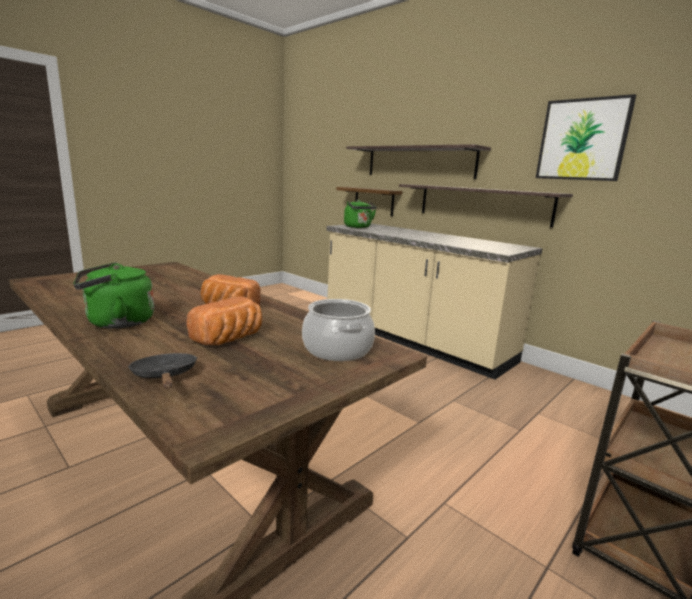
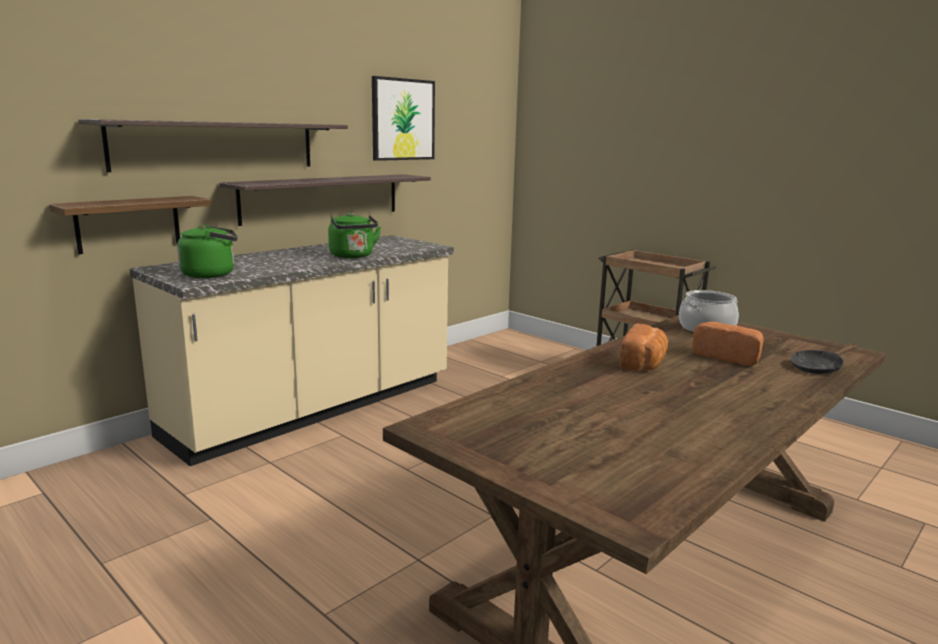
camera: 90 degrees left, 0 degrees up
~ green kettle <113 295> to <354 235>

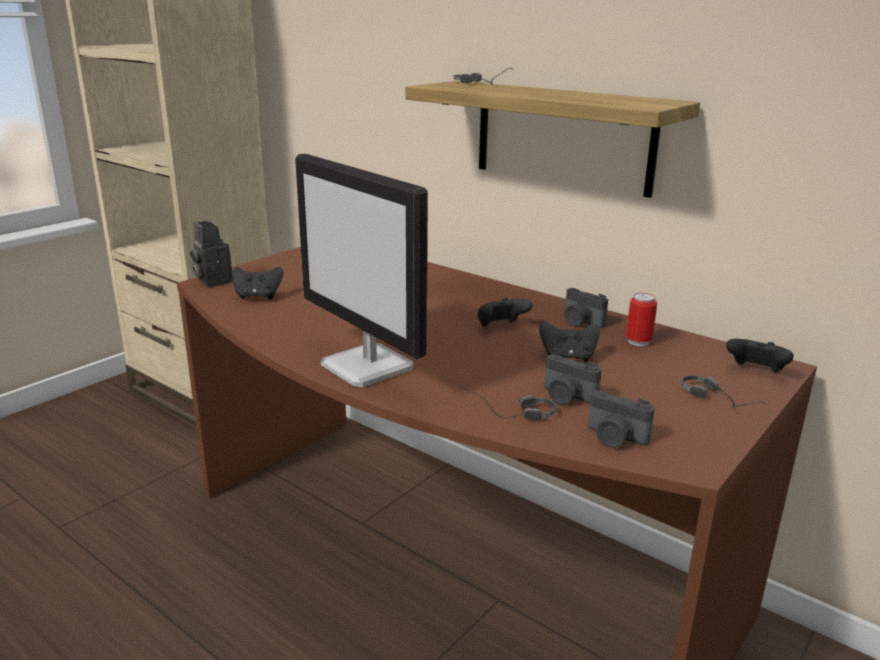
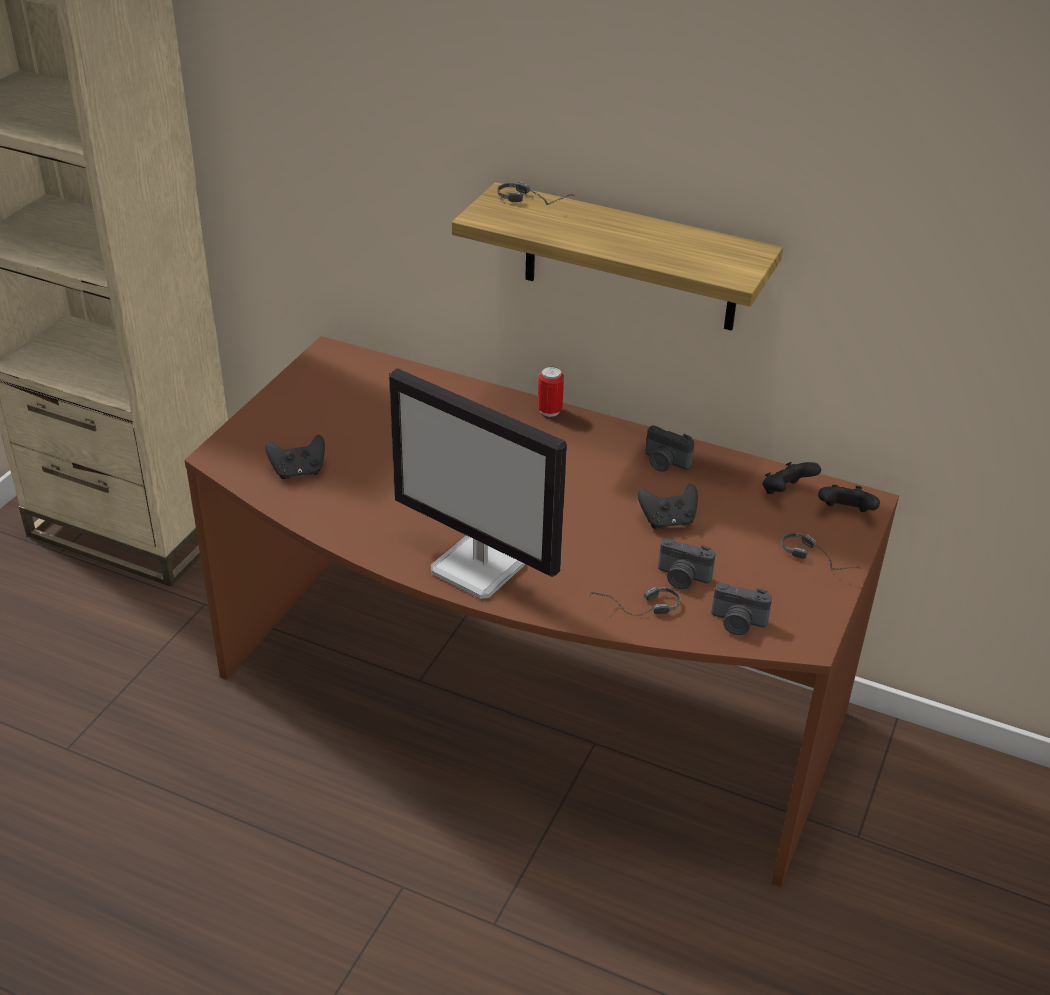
camera: 15 degrees left, 15 degrees up
- photo camera <211 254>
~ black game controller <505 312> to <791 478>
~ can <641 319> to <551 391>

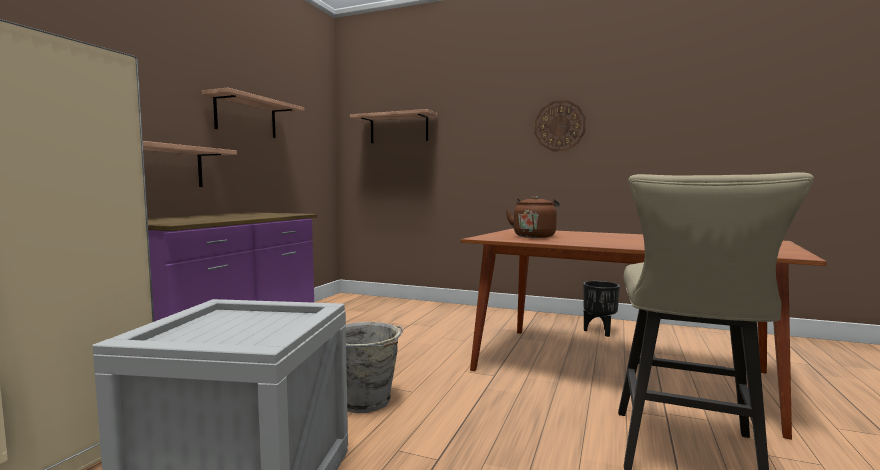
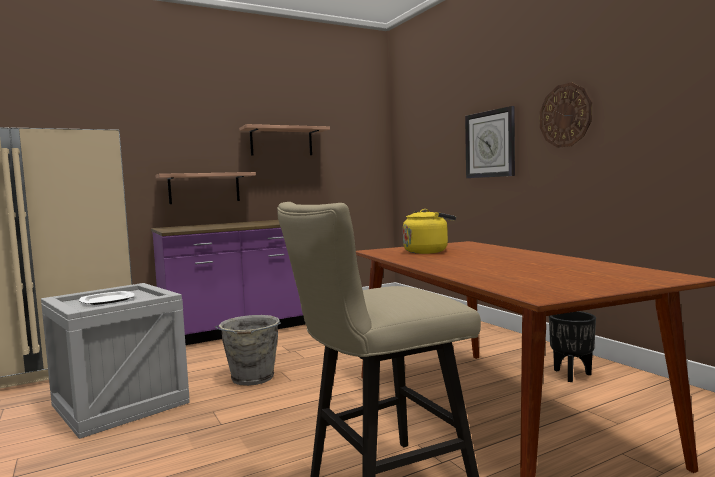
camera: 40 degrees right, 0 degrees up
- shelf <394 126>
+ plate <107 298>
+ wall clock <490 142>
~ brown kettle <533 217> to yellow kettle <429 231>

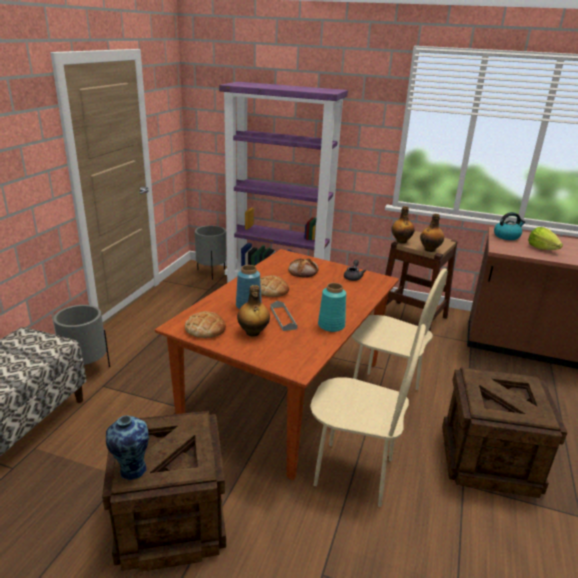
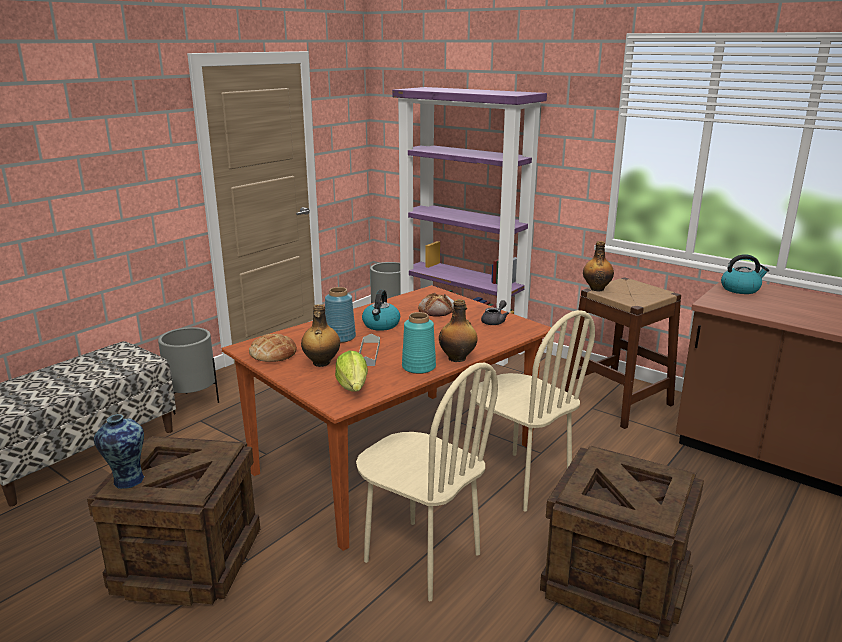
camera: 20 degrees right, 5 degrees down
~ bottle <432 233> to <458 330>
~ lettuce <545 238> to <351 371>
~ bread <274 286> to kettle <381 310>

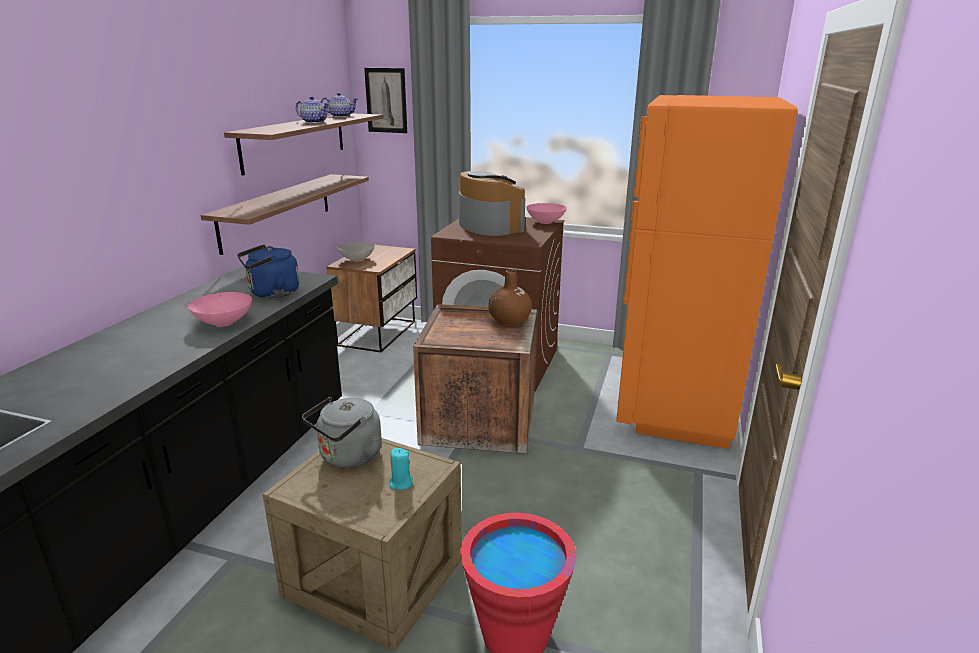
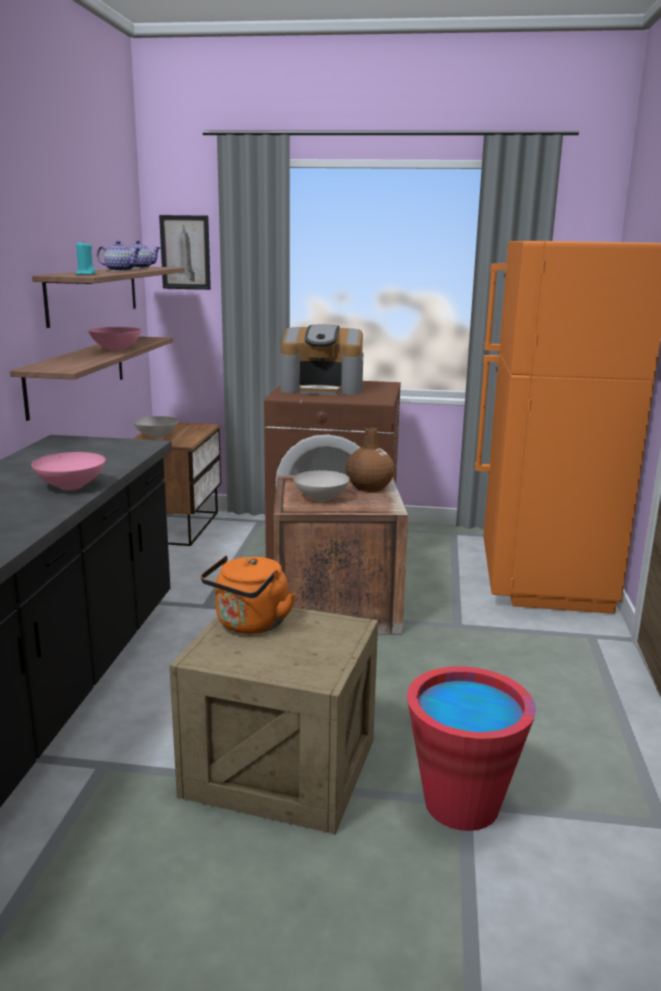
camera: 10 degrees left, 5 degrees down
- blue kettle <268 271>
+ white bowl <321 485>
~ turquoise candle <401 469> to <86 258>
~ pink bowl <546 213> to <115 339>
~ grey kettle <342 432> to orange kettle <248 594>
~ coffee machine <492 203> = <321 360> 135 degrees clockwise

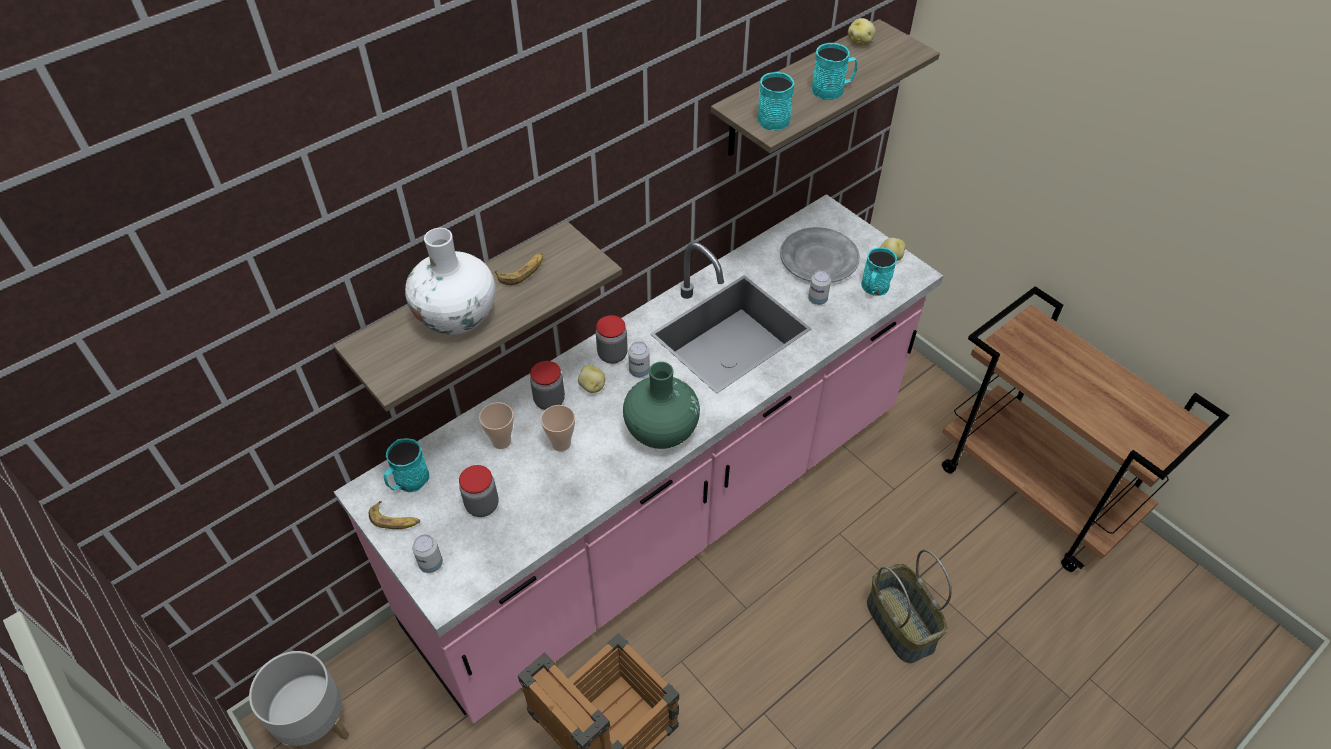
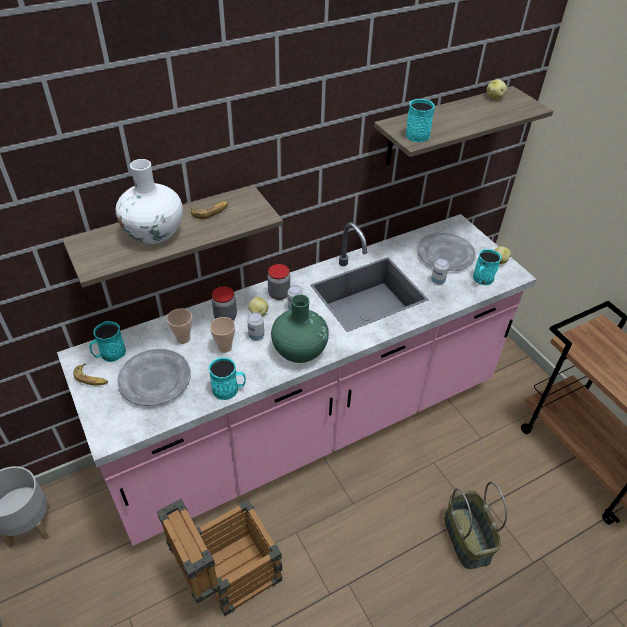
camera: 10 degrees right, 5 degrees down
~ can <427 553> to <255 326>
~ turquoise mug <834 71> to <227 378>
~ jar <479 491> to grey plate <154 377>

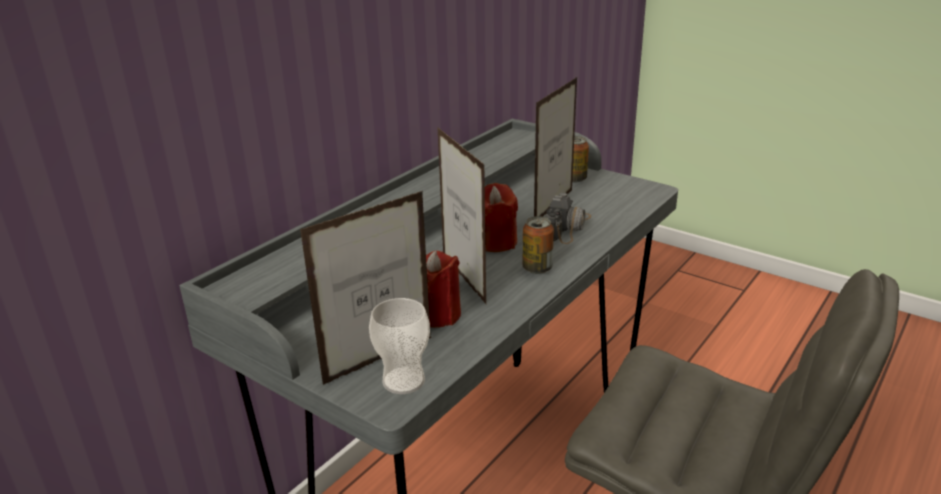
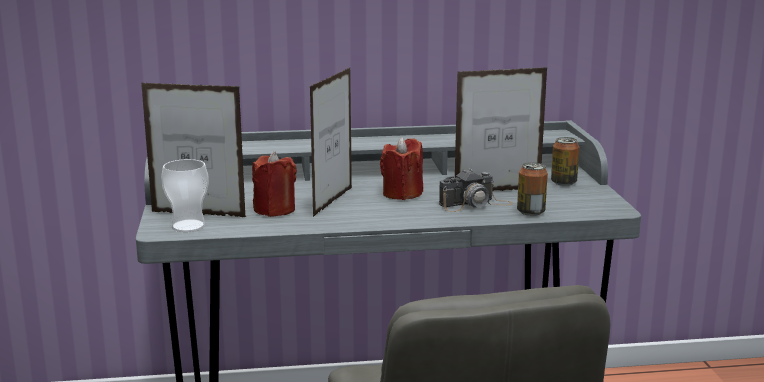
camera: 45 degrees right, 10 degrees down
~ can <538 245> to <532 189>

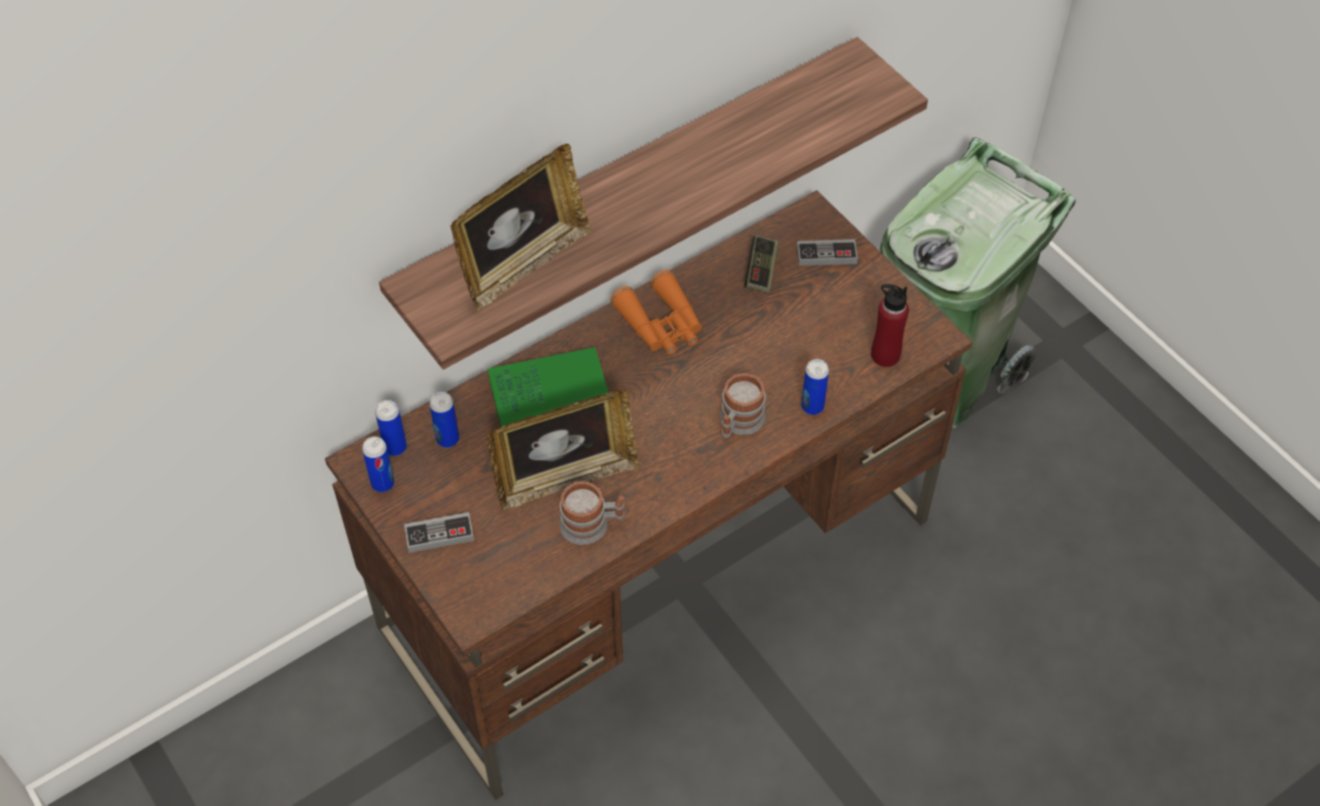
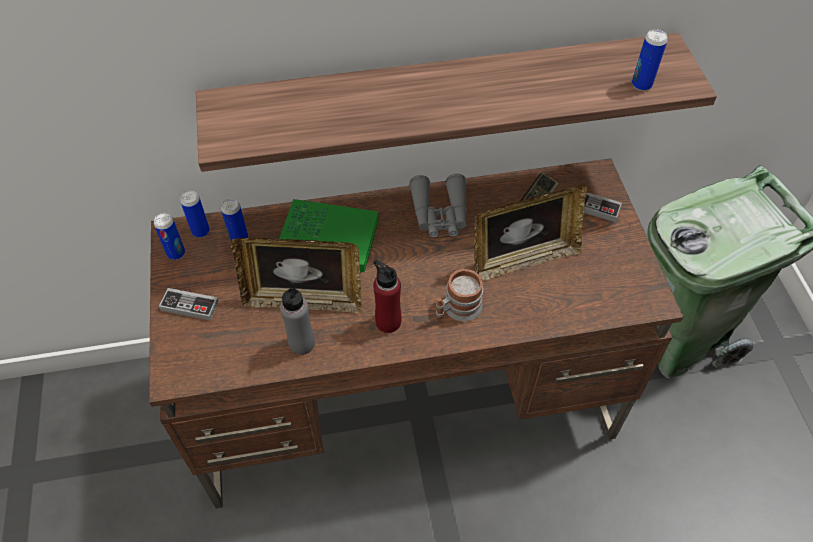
camera: 25 degrees right, 0 degrees up
~ picture frame <521 227> to <530 233>
~ can <815 387> to <649 60>
~ red bottle <890 325> to <387 296>
~ mug <592 513> to grey bottle <297 318>
~ orange binoculars <656 312> to grey binoculars <438 205>

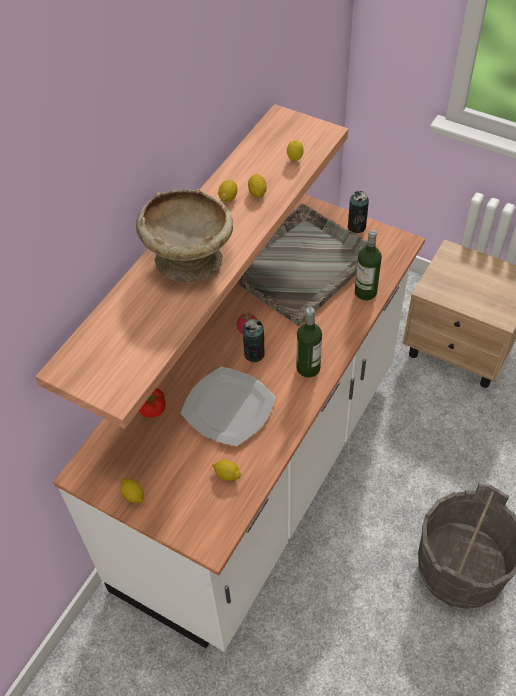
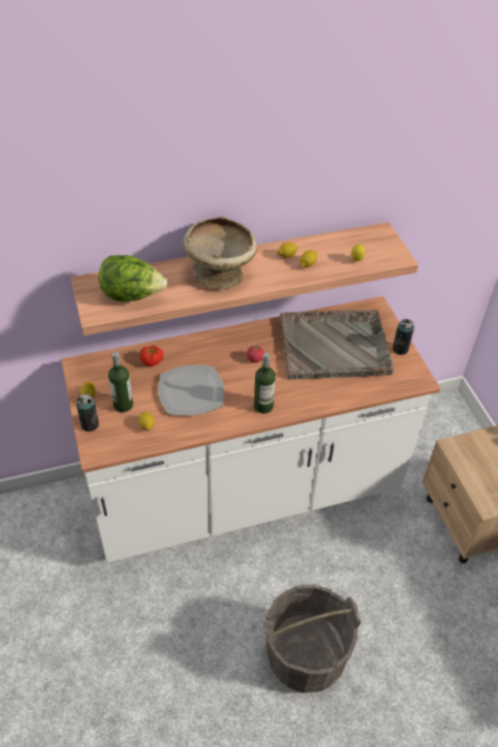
camera: 40 degrees right, 5 degrees down
+ lettuce <132 278>
~ can <254 340> to <87 413>
~ bottle <368 265> to <120 381>

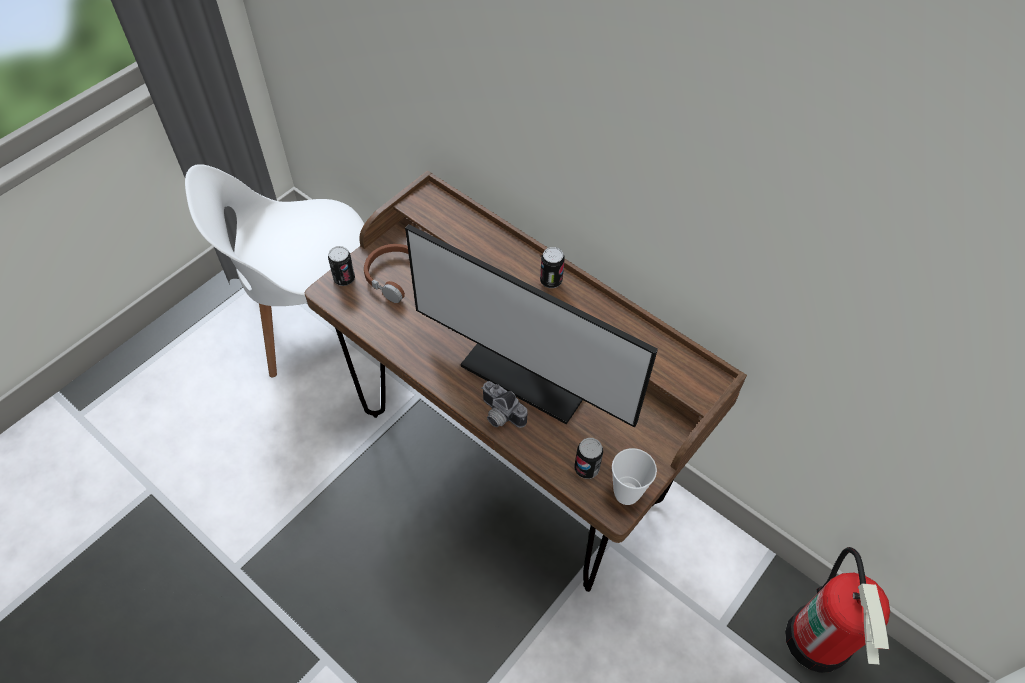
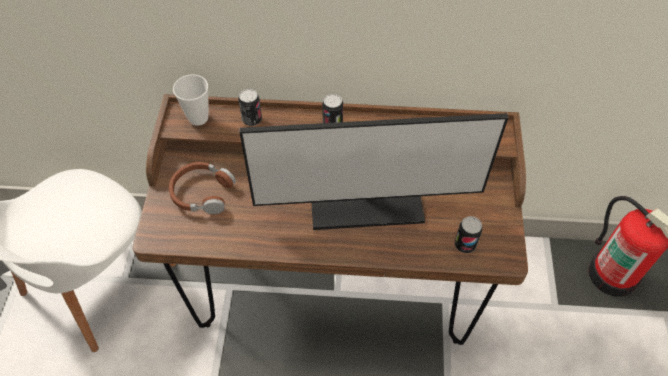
camera: 35 degrees left, 0 degrees up
- photo camera <504 404>
~ can <341 266> to <250 107>
~ cup <634 476> to <191 100>

